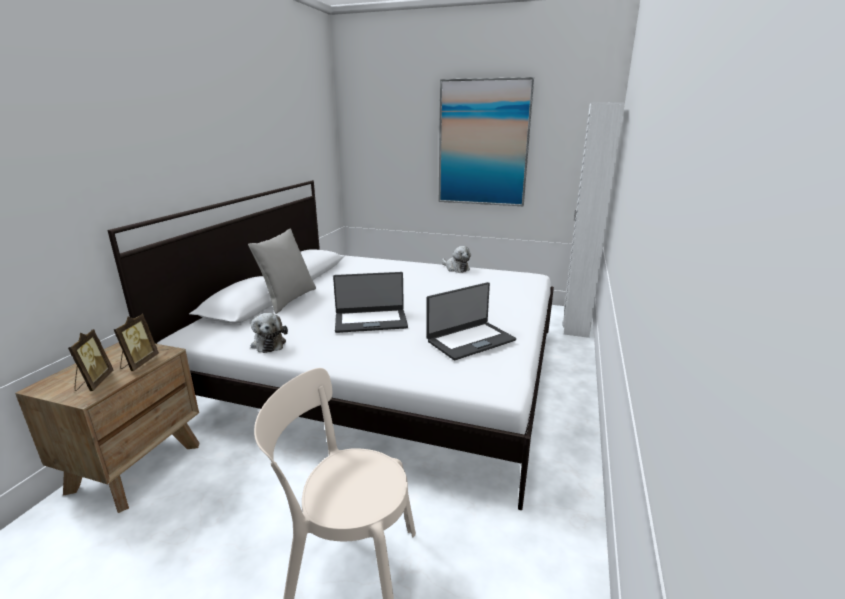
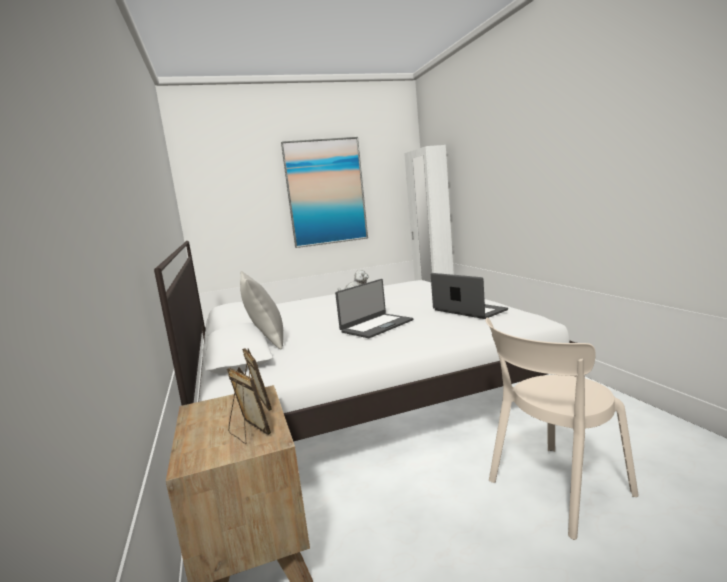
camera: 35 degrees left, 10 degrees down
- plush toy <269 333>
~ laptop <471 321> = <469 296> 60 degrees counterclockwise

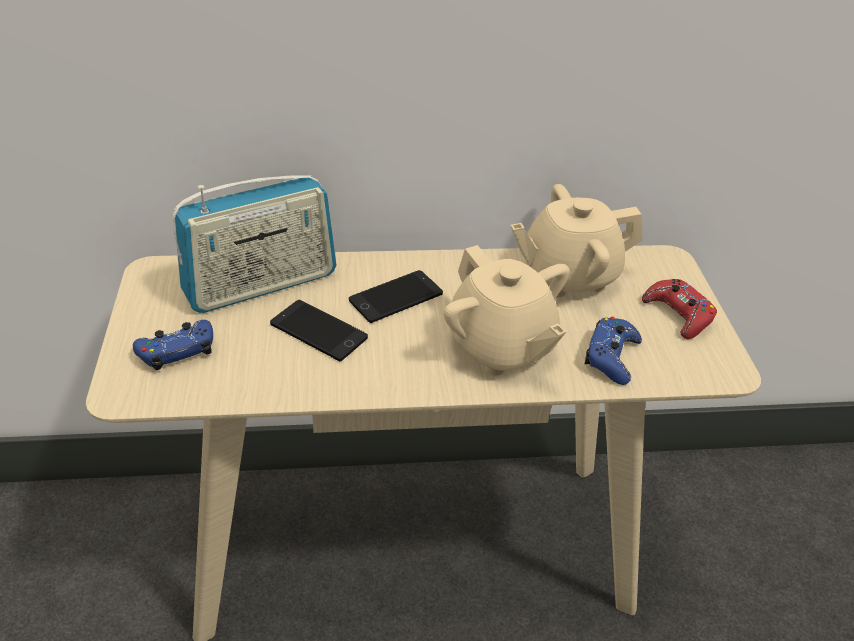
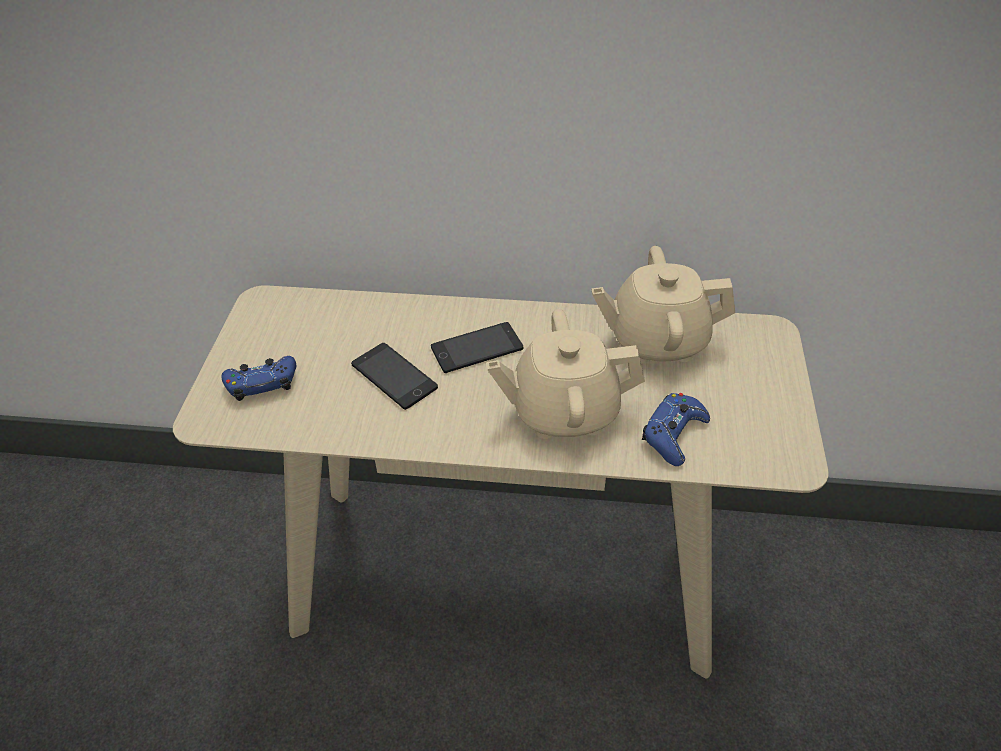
camera: 15 degrees right, 5 degrees up
- radio <254 244>
- red game controller <679 309>
~ beige teapot <507 310> = <565 374> 105 degrees clockwise

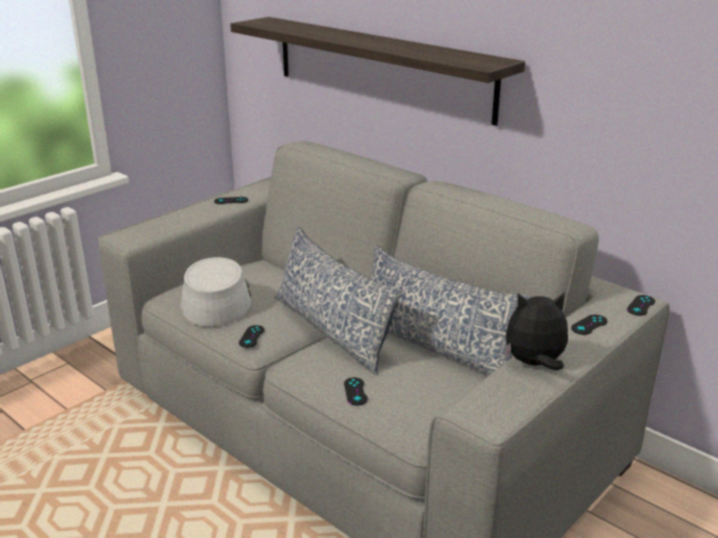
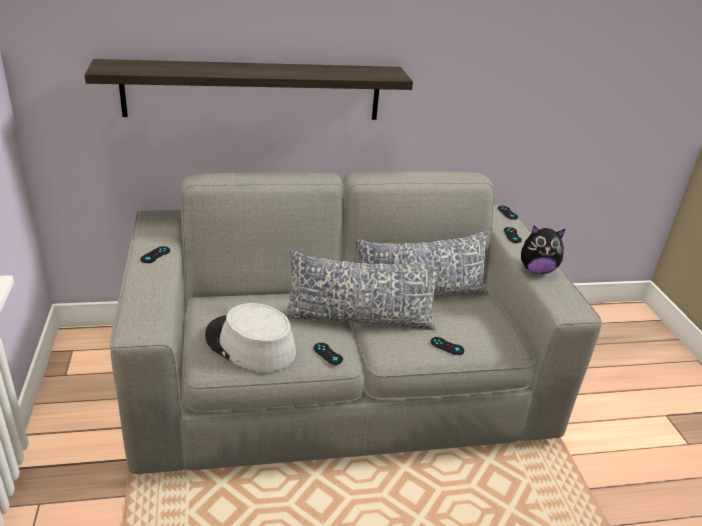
camera: 55 degrees left, 5 degrees up
~ plush toy <536 331> = <543 250> 120 degrees counterclockwise

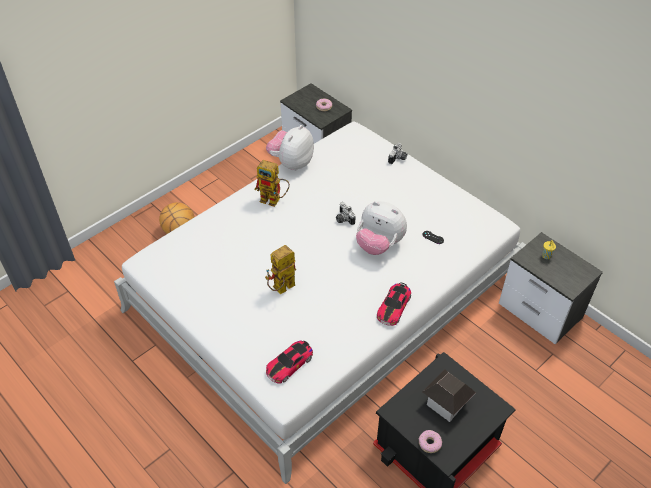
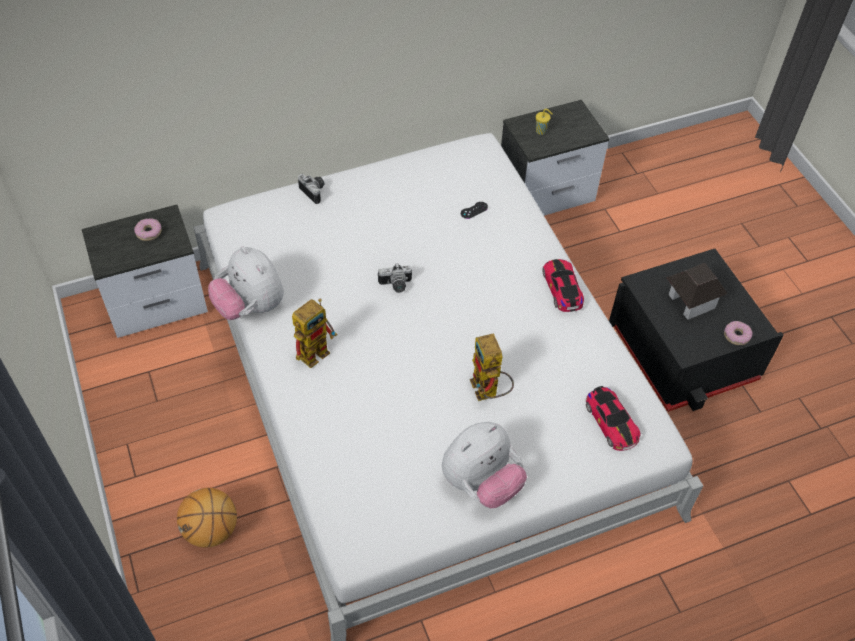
camera: 70 degrees left, 5 degrees up
~ plush toy <381 228> to <484 465>
~ toy car <394 304> = <563 285> 150 degrees counterclockwise

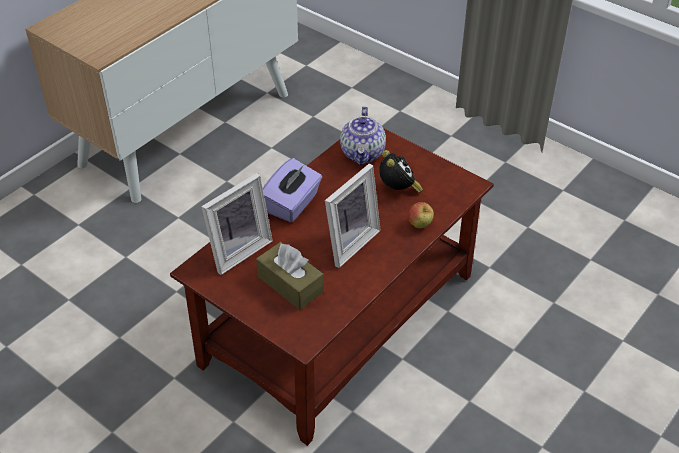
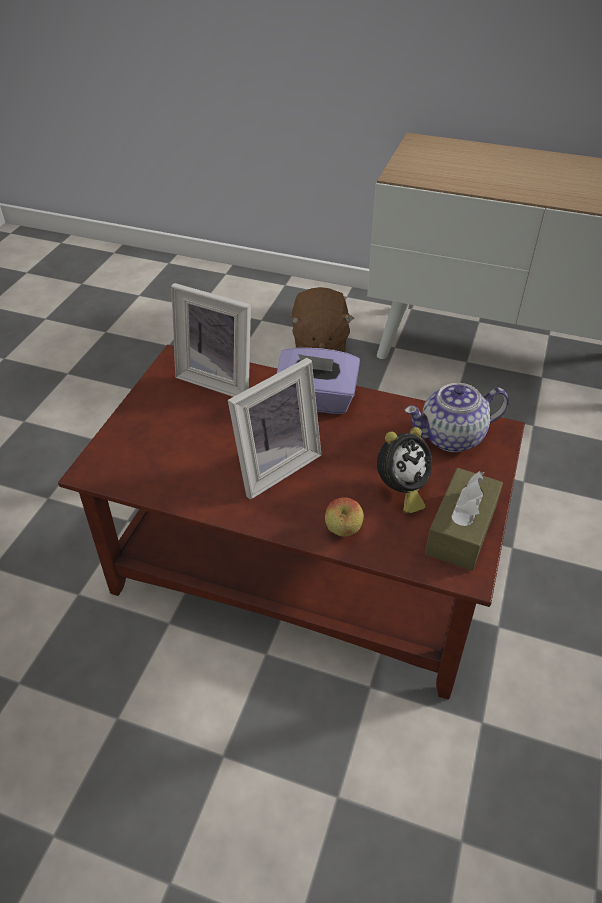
camera: 70 degrees right, 0 degrees up
+ brown plush toy <321 319>
~ brown tissue box <290 276> to <464 519>
~ picture frame <353 216> = <274 428> 60 degrees counterclockwise

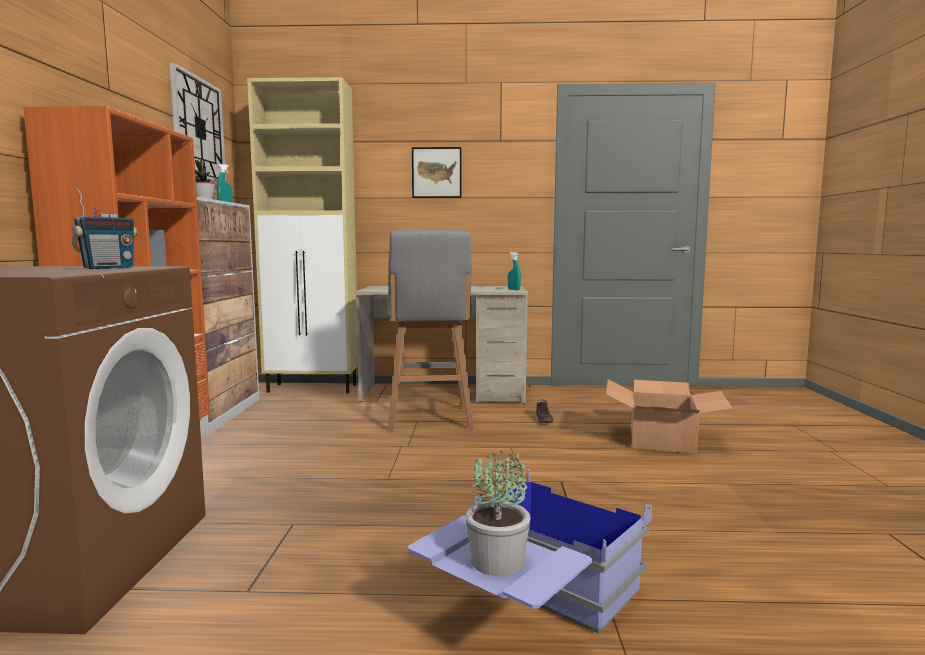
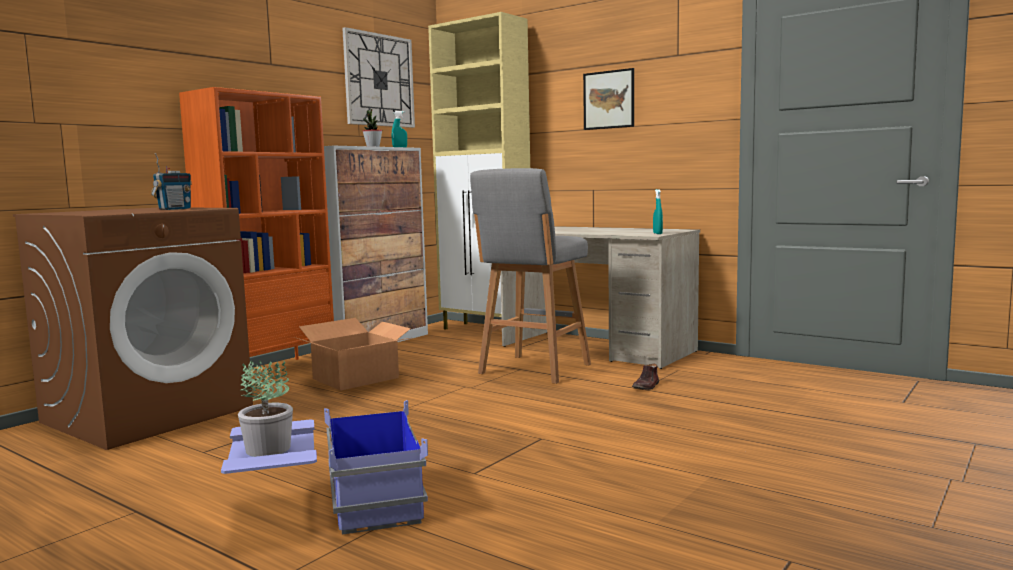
camera: 35 degrees right, 0 degrees up
~ cardboard box <669 416> to <352 354>
~ radio <104 228> = <171 181> 45 degrees counterclockwise

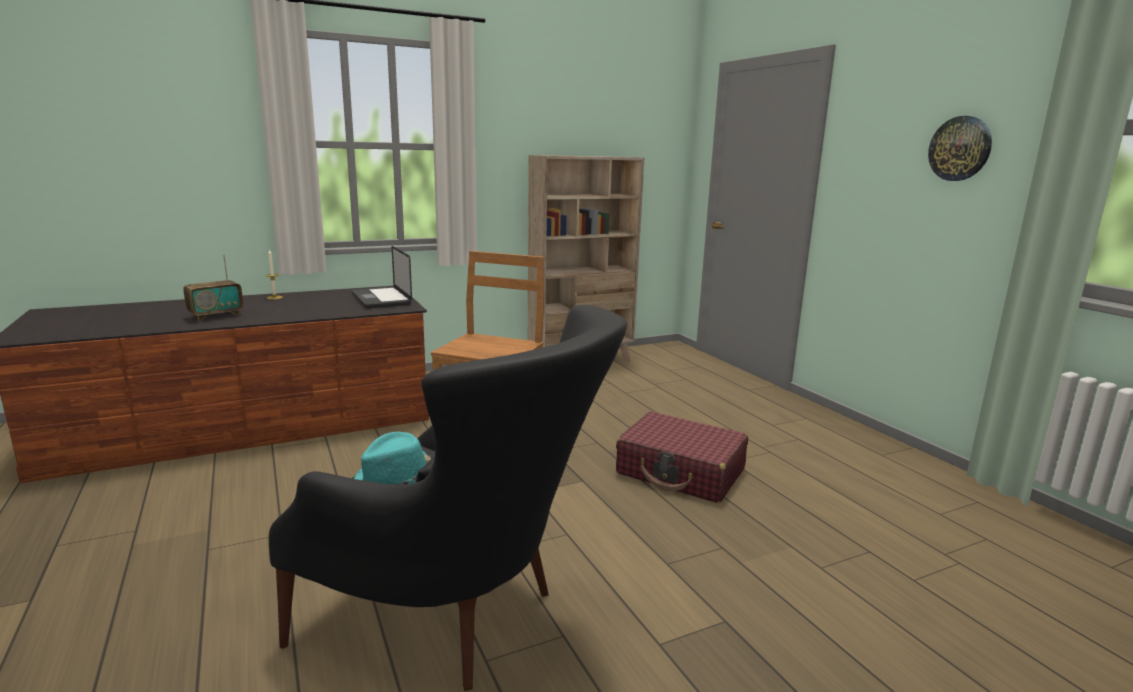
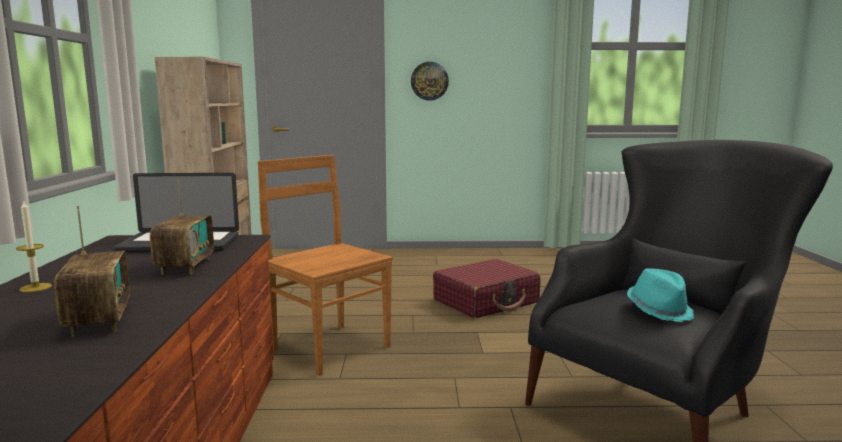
camera: 65 degrees left, 5 degrees down
+ radio <182 227>
~ wall clock <960 148> to <430 81>

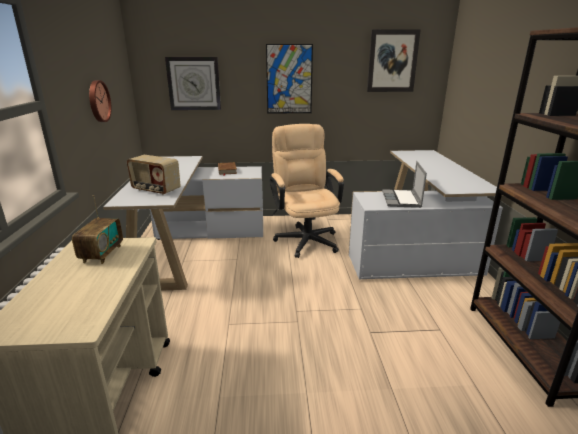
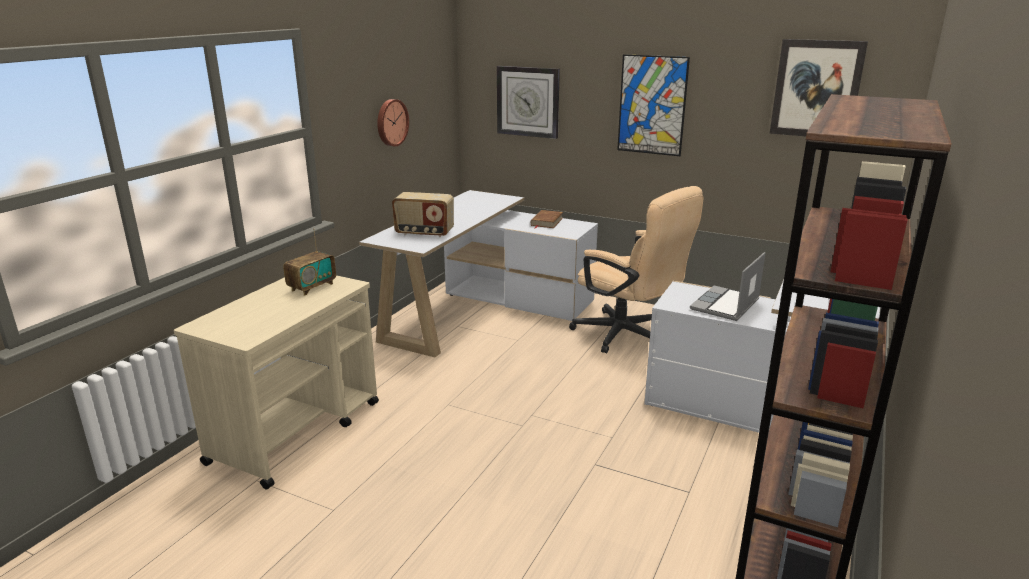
camera: 30 degrees right, 0 degrees up
~ radio <154 175> = <423 214> 45 degrees counterclockwise
~ beige office chair <306 191> = <636 269> 120 degrees clockwise

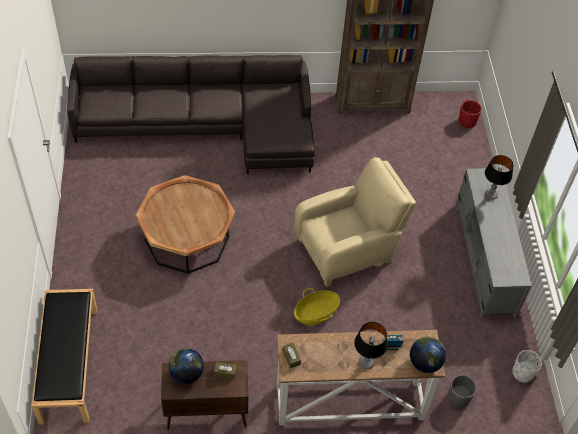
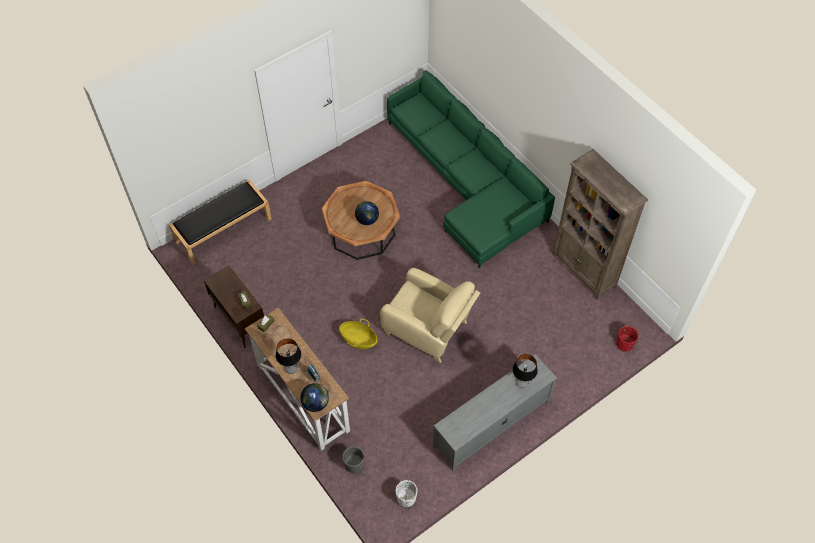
camera: 60 degrees right, 5 degrees up
~ globe <186 366> to <367 213>
~ grey sofa <191 114> to green sofa <471 169>

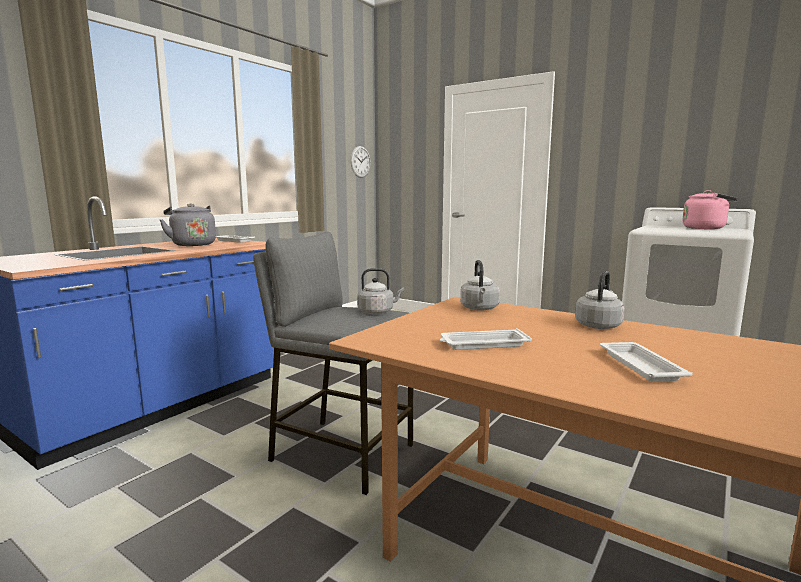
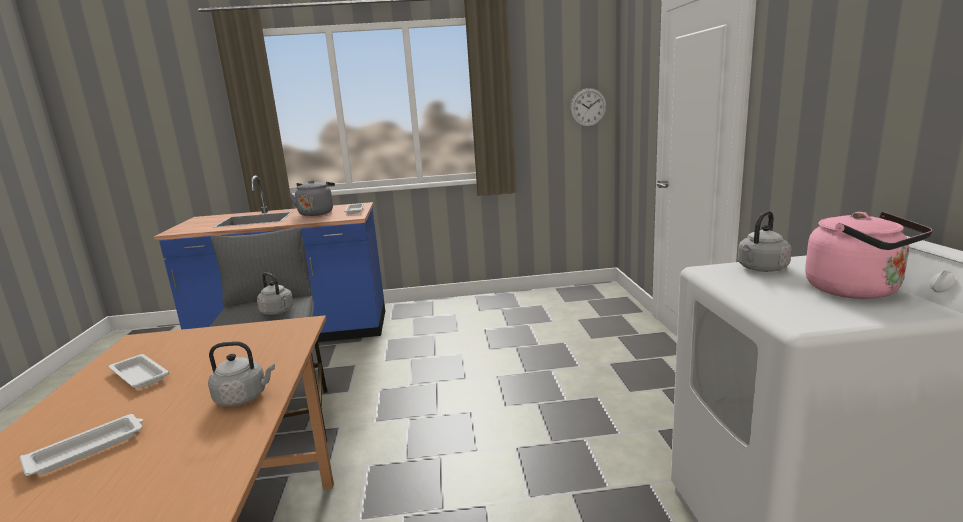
camera: 50 degrees right, 5 degrees up
~ grey kettle <480 285> to <764 241>

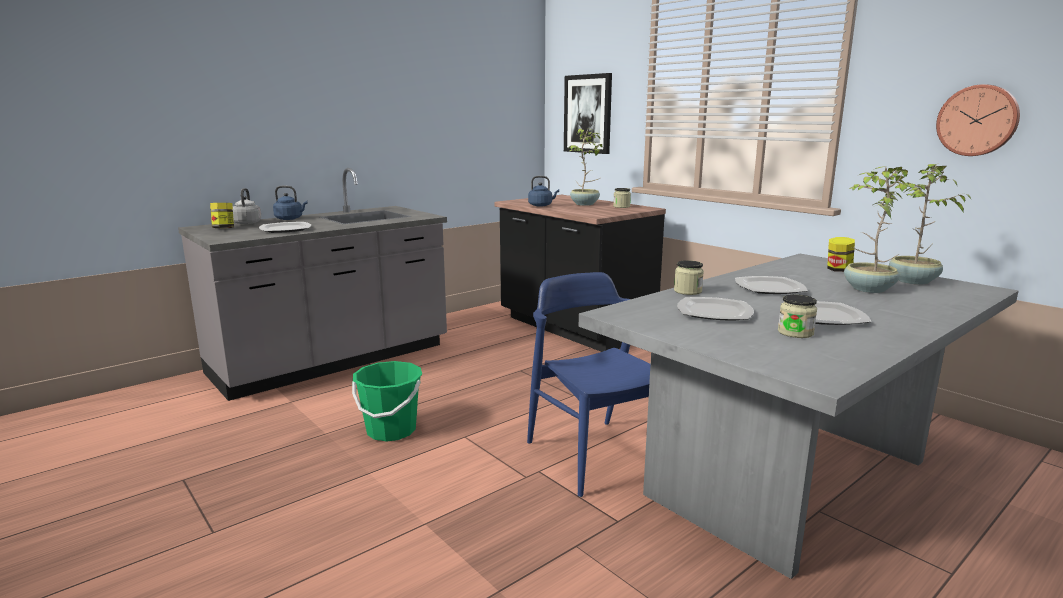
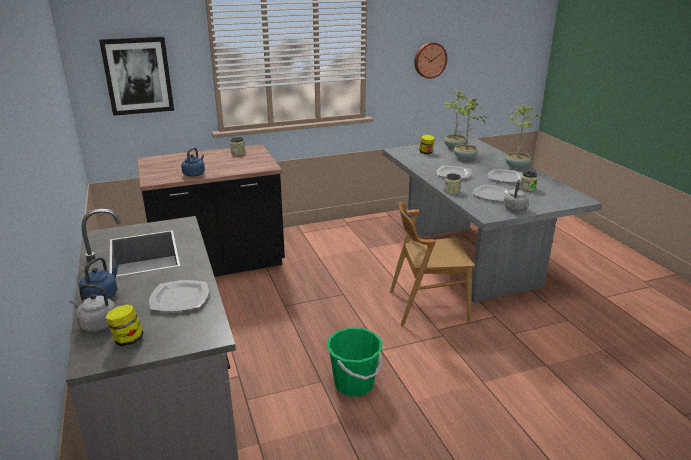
camera: 70 degrees left, 10 degrees up
+ grey kettle <516 195>
~ potted plant <585 167> to <523 136>
~ blue chair <588 384> to brown chair <432 263>

